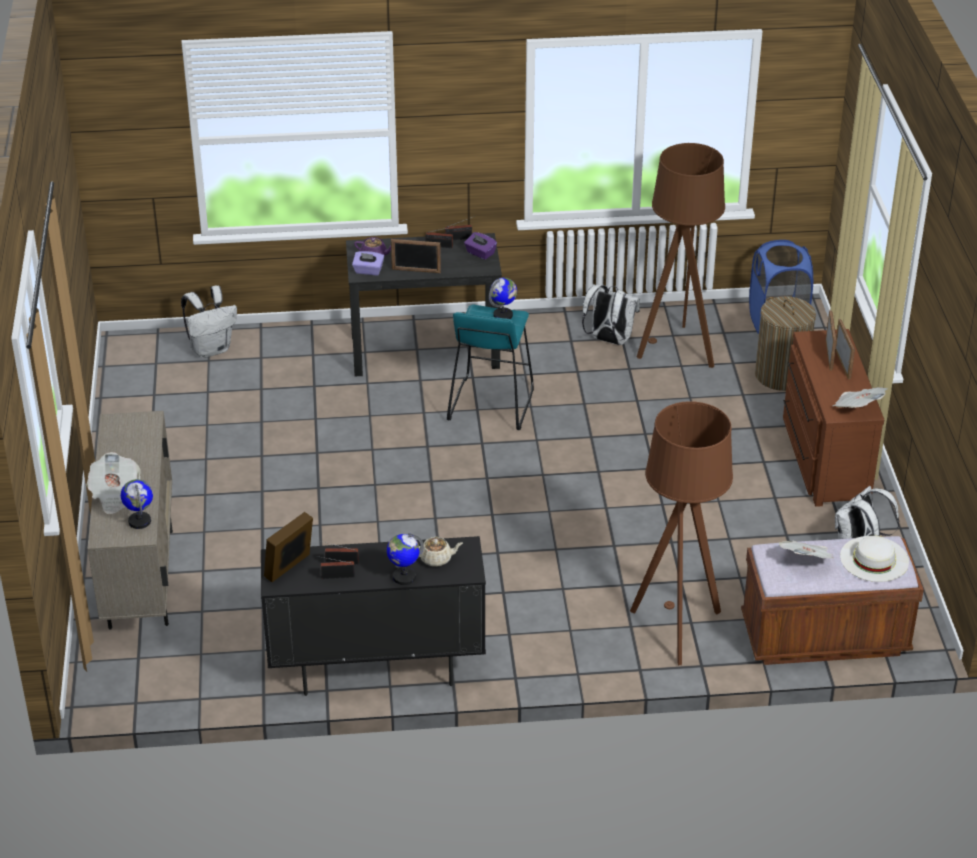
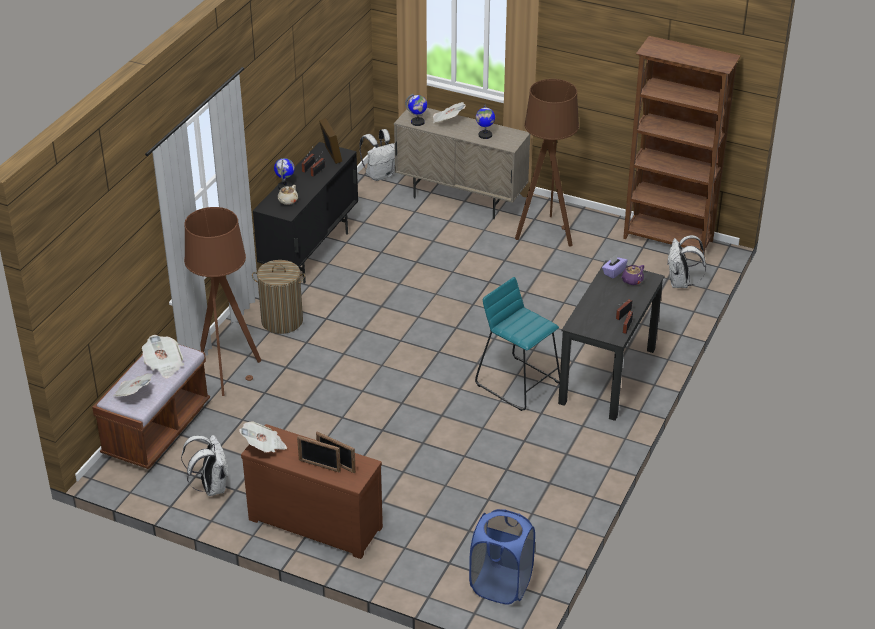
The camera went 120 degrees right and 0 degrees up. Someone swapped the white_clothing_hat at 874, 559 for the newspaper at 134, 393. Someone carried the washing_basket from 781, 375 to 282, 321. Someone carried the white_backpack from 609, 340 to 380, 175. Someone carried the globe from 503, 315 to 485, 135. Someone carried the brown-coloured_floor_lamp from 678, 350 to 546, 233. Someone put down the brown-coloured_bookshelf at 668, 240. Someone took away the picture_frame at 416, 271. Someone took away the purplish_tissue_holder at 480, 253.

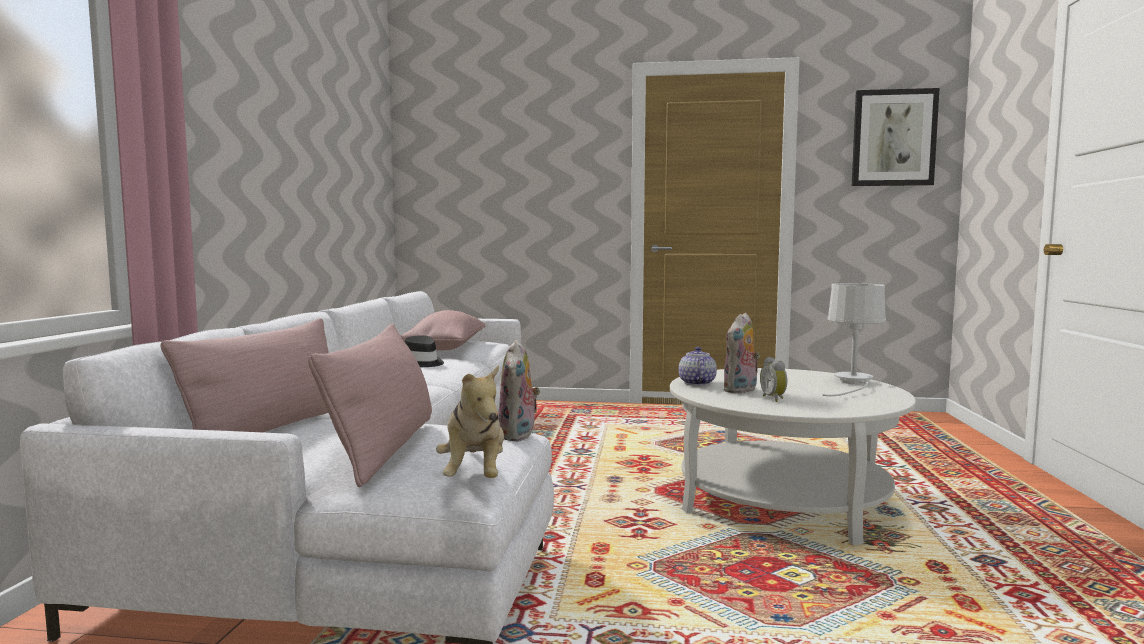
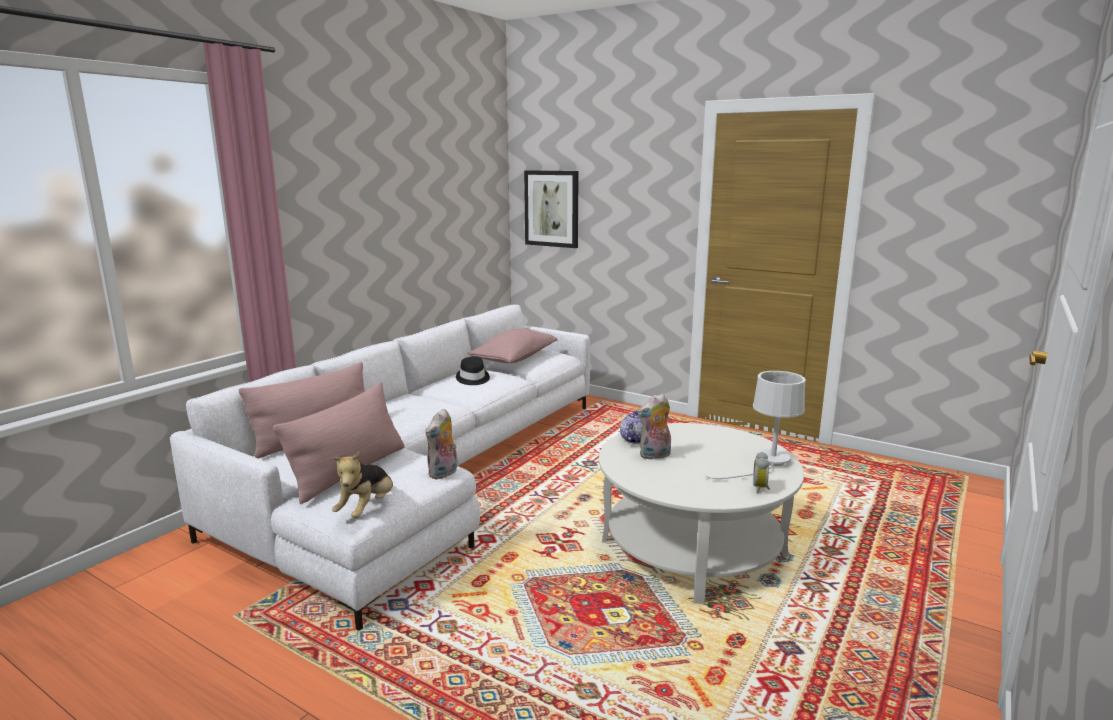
The camera went 25 degrees right and 10 degrees up. Someone carried the picture from 893, 138 to 552, 208. Someone carried the alarm_clock from 774, 399 to 761, 489.

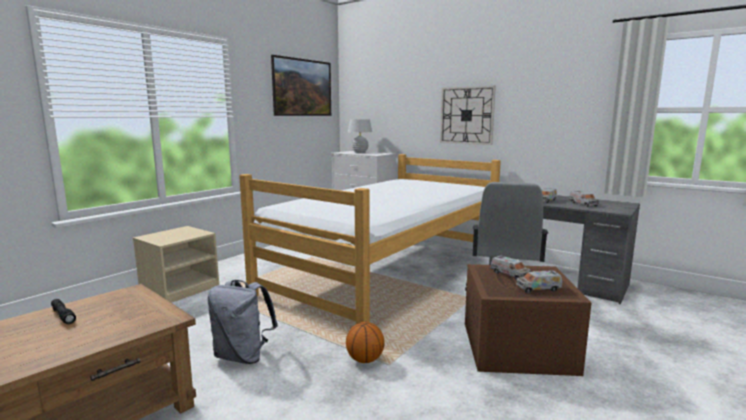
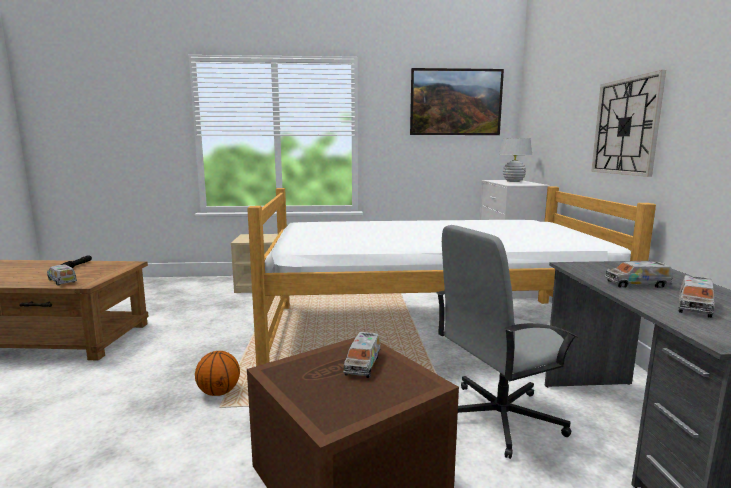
The camera went 50 degrees right and 0 degrees up. Someone carried the toy_lorry from 538, 288 to 62, 281. Someone took away the grey_backpack at 243, 356.

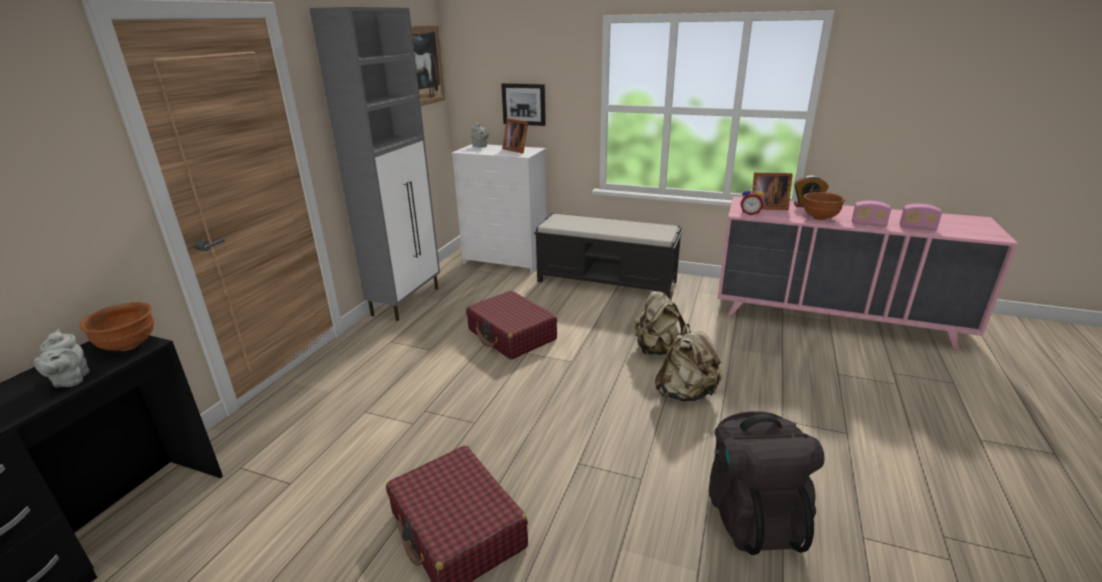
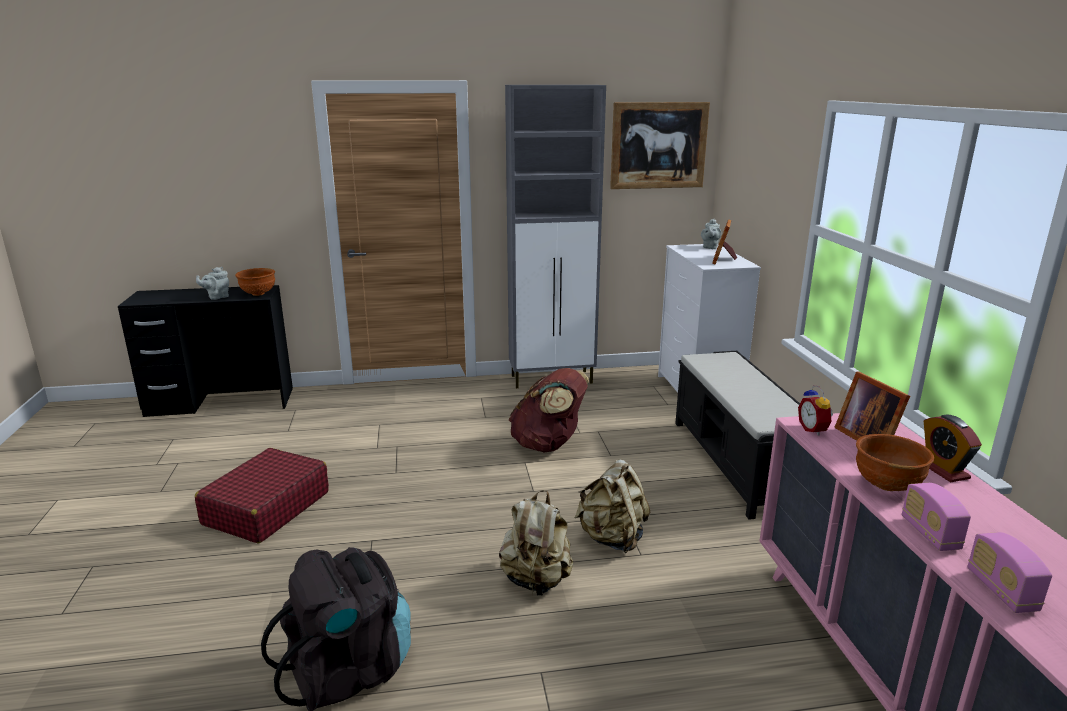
The camera went 60 degrees right and 5 degrees down. Someone swapped the red-coloured_piece_of_luggage at 512, 335 for the brown-coloured_backpack at 548, 445. Someone took away the picture at 524, 104.

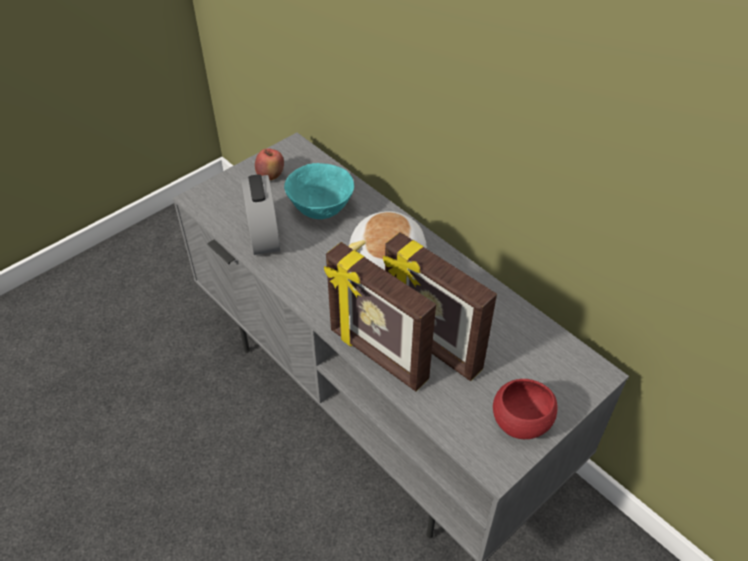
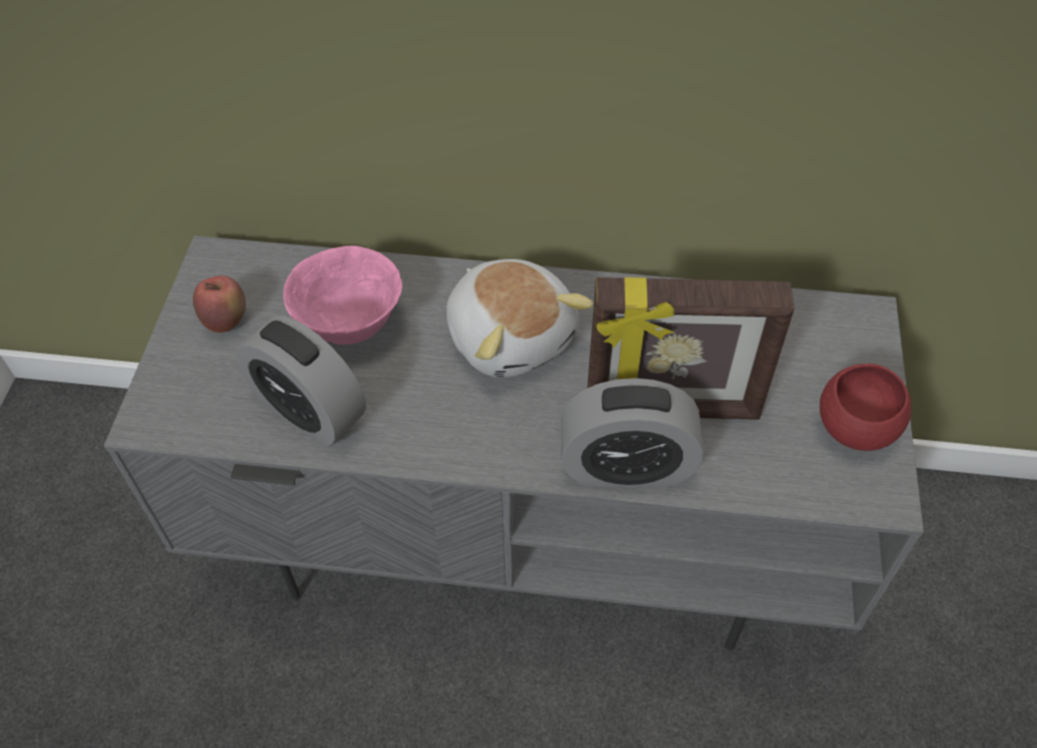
The camera went 40 degrees left and 5 degrees up. Someone repainted the turquoise-coloured_serving_bowl at 321, 209, which became the pinkish_serving_bowl at 349, 324. Someone swapped the picture_frame at 377, 356 for the alarm_clock at 626, 467.

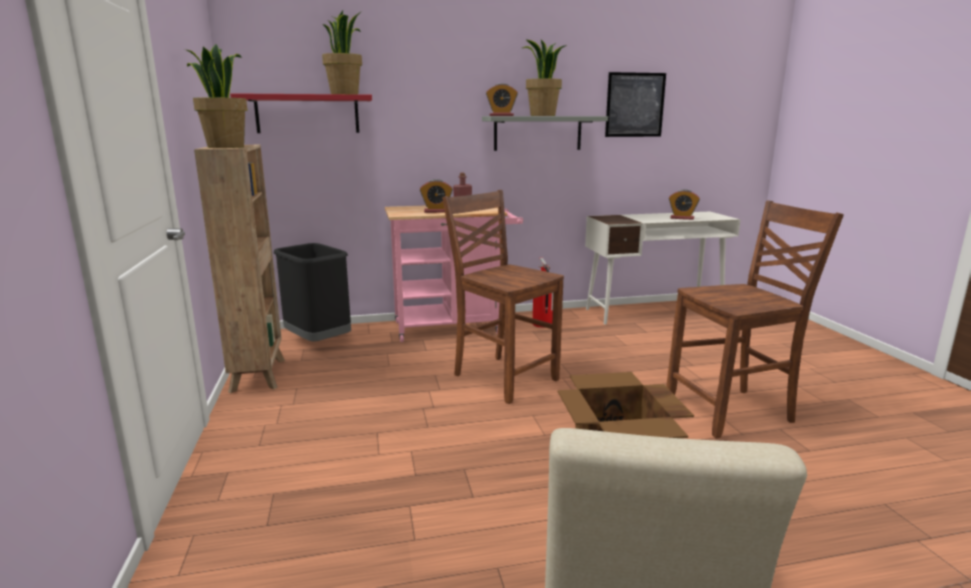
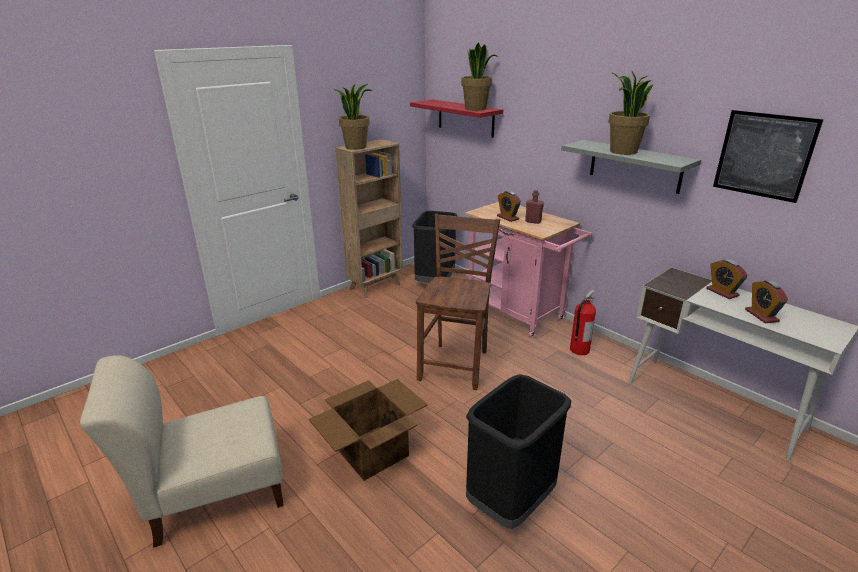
The camera went 60 degrees right and 10 degrees up. Someone swapped the brown-coloured_chair at 732, 411 for the black-coloured_rubbish_bin at 511, 502. Someone carried the alarm_clock from 501, 115 to 722, 292.

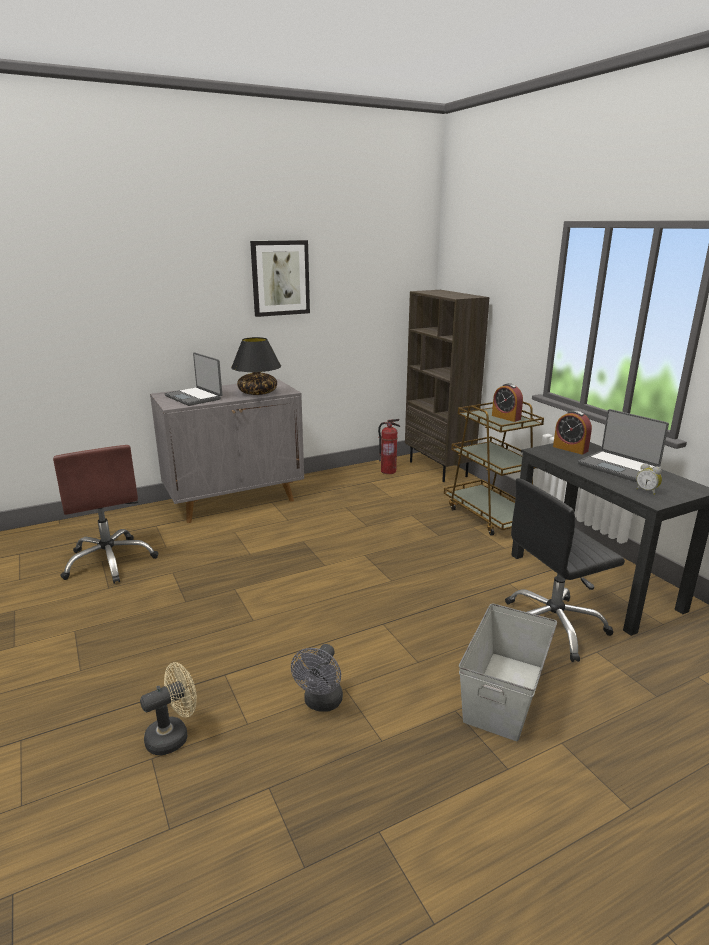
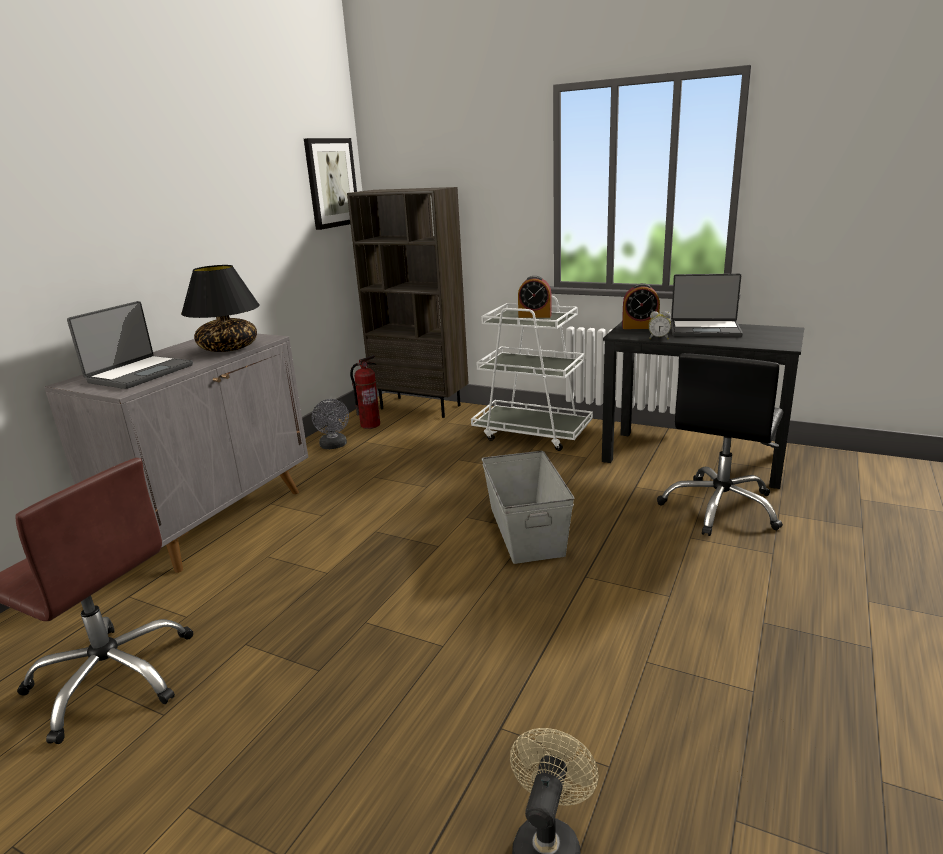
The camera went 35 degrees left and 0 degrees up. Someone rotated the portable_computer at 194, 397 by 75 degrees counterclockwise. Someone carried the picture from 280, 278 to 331, 183. Someone carried the grey_electric_fan from 321, 703 to 334, 446. Someone repainted the brown-coloured_wheeled_cart at 490, 515, which became the white_wheeled_cart at 532, 433. Someone carried the grey_storage_bin from 505, 693 to 526, 530. Someone carried the alarm_clock from 647, 491 to 659, 338.

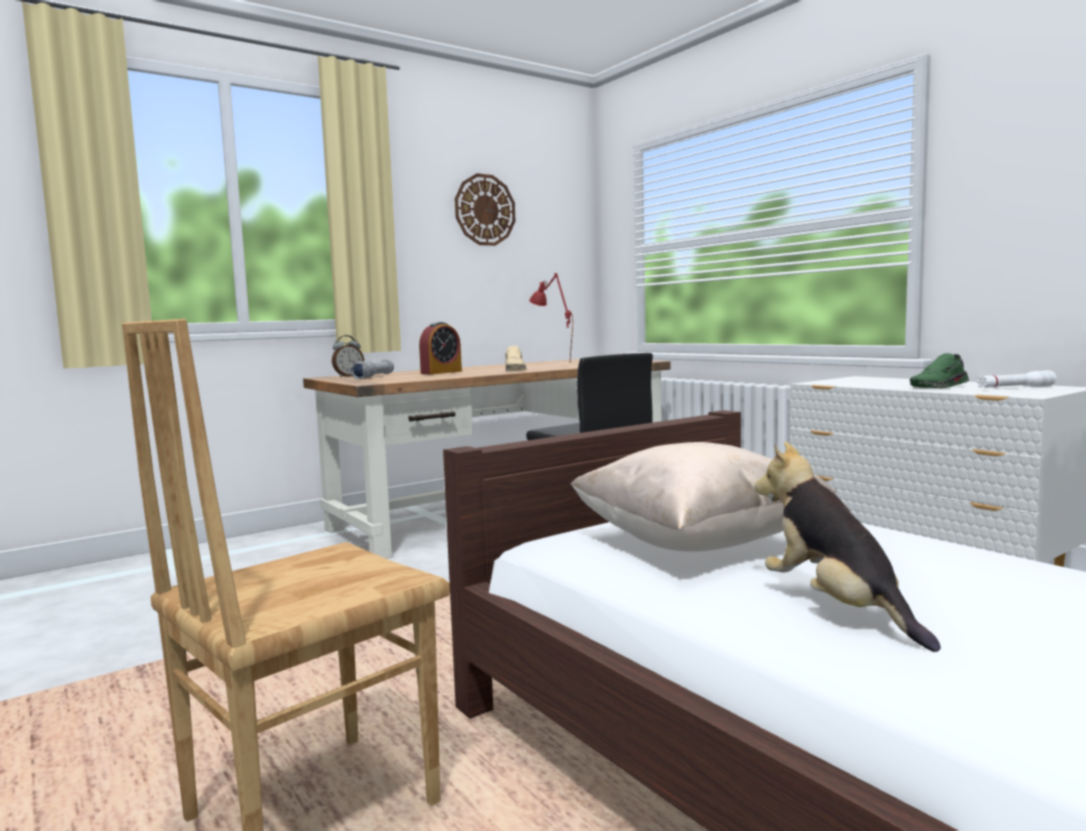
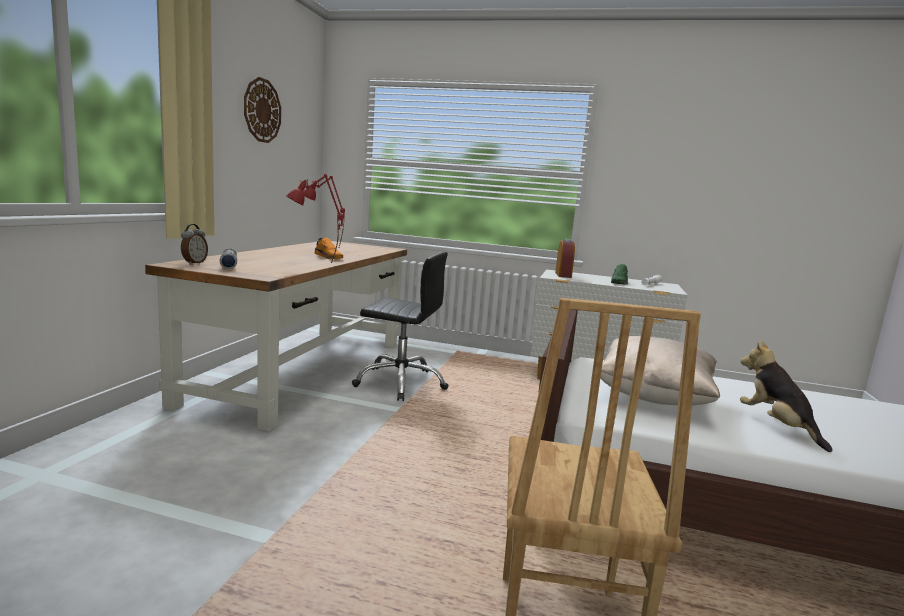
The camera went 40 degrees left and 5 degrees up. Someone put down the red-coloured_table_lamp at 314, 263. Someone repainted the beige-coloured_item_of_footwear at 515, 369, which became the orangey_item_of_footwear at 329, 257. Someone carried the alarm_clock from 441, 372 to 563, 275. Someone rotated the soft_toy at 836, 608 by 45 degrees clockwise.

